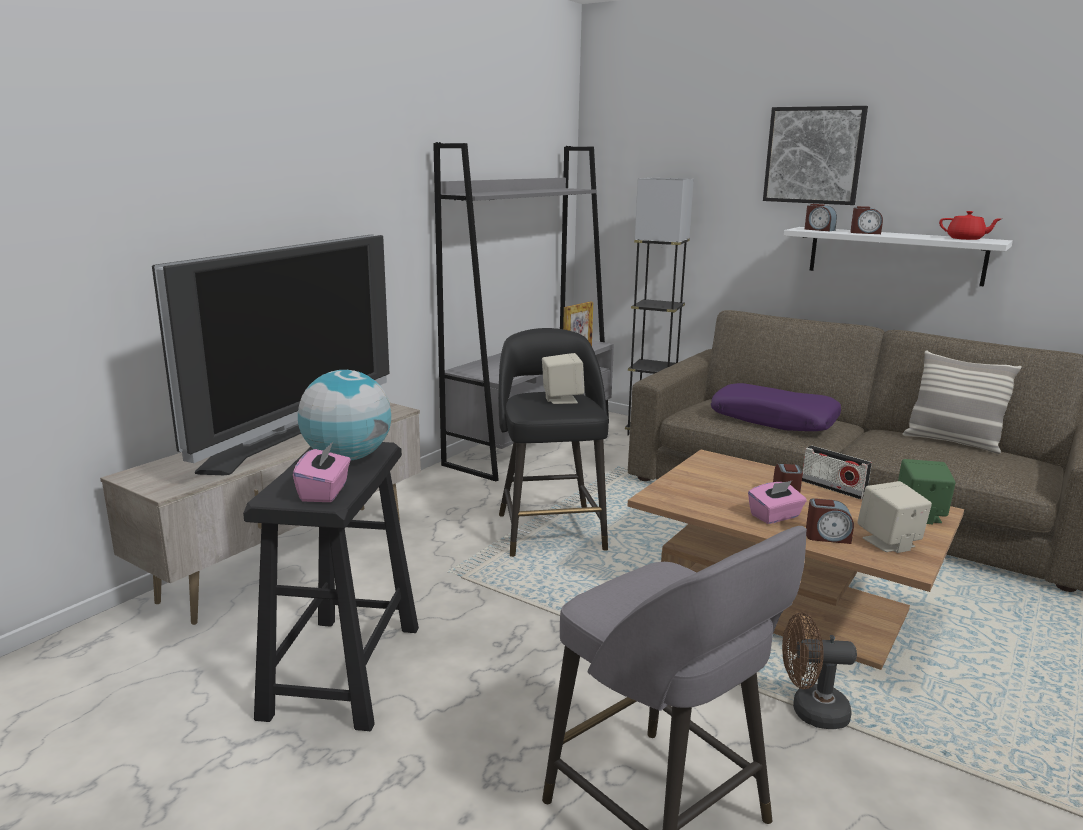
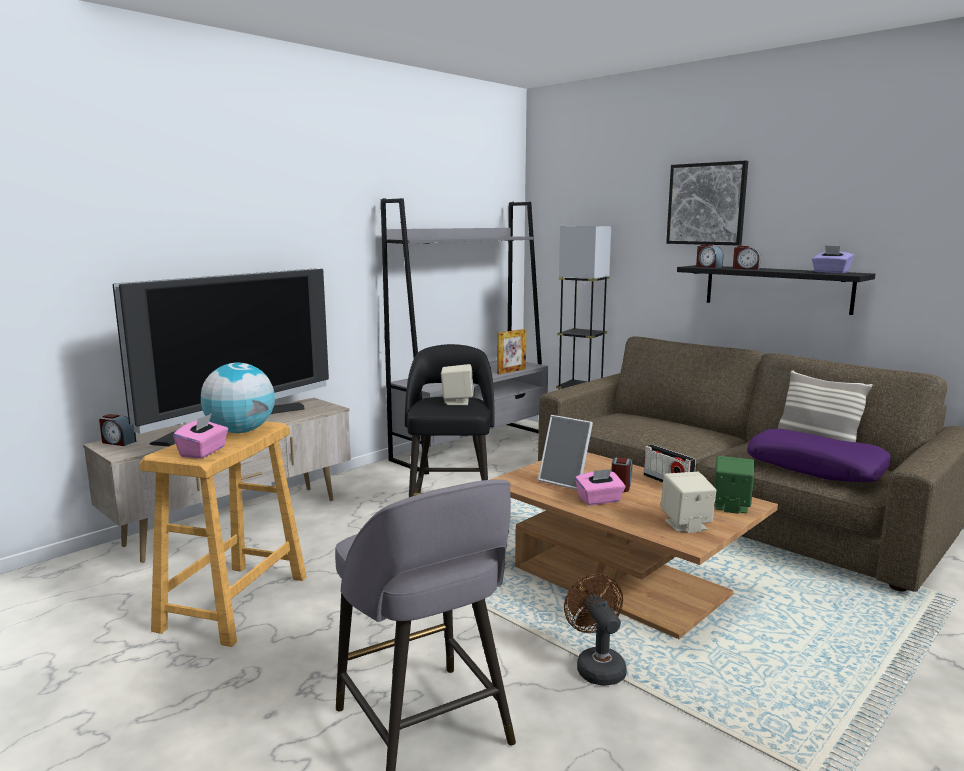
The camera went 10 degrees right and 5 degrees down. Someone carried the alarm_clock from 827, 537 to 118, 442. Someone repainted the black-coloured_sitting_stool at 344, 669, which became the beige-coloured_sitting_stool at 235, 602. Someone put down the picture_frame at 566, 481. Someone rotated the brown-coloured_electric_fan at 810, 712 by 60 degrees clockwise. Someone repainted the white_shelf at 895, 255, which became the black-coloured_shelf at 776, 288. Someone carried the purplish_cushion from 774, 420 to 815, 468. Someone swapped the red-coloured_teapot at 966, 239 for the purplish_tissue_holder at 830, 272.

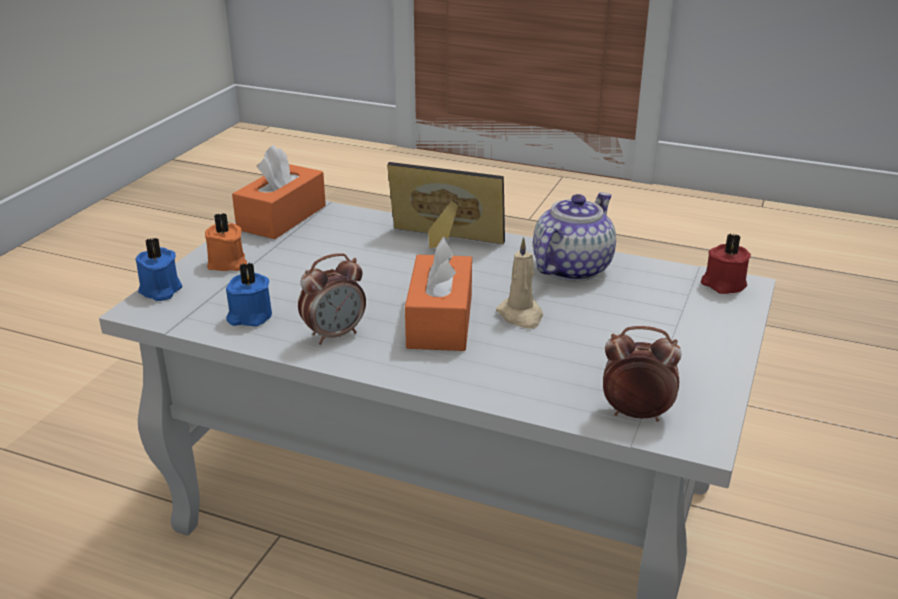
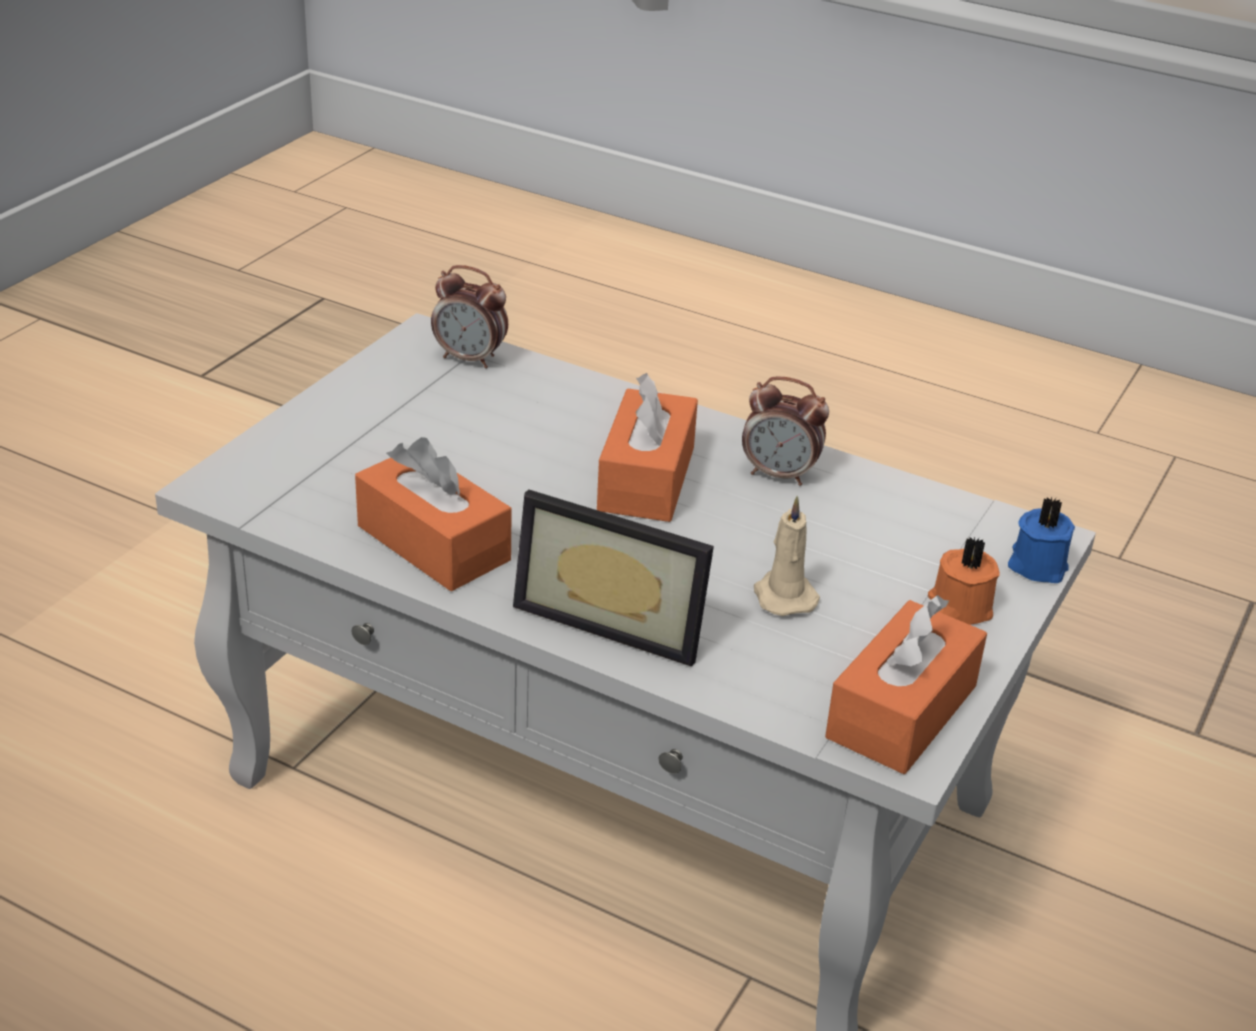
The camera went 175 degrees left and 5 degrees up. Someone swapped the teapot at 571, 268 for the orangey_tissue_holder at 433, 543. Someone rotated the alarm_clock at 334, 335 by 135 degrees counterclockwise. Someone carried the beige-coloured_candle from 521, 316 to 783, 595. Someone took away the bluish_candle at 249, 316. Someone took away the red-coloured_candle at 723, 284.

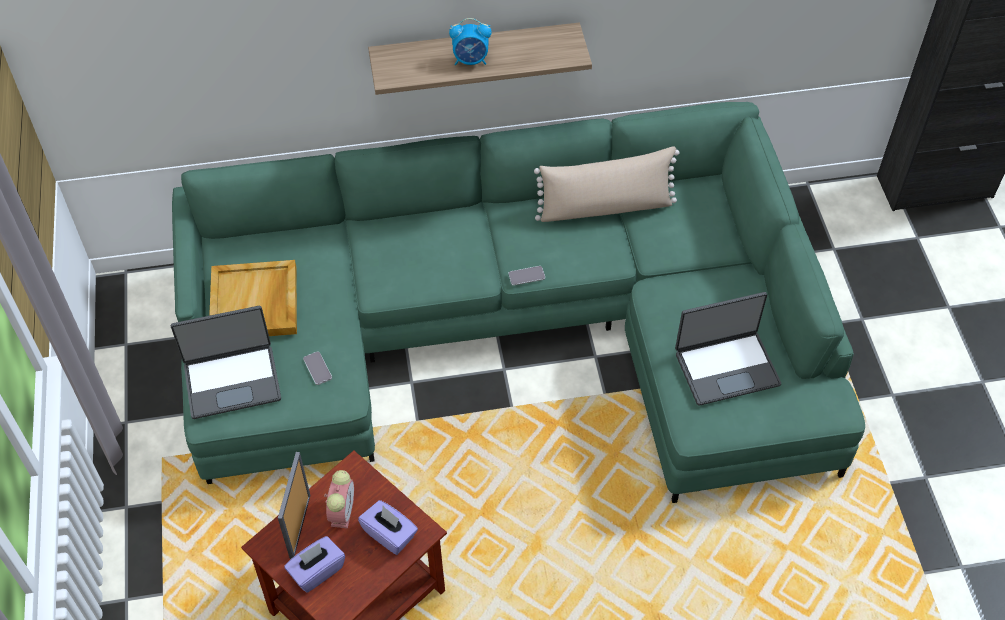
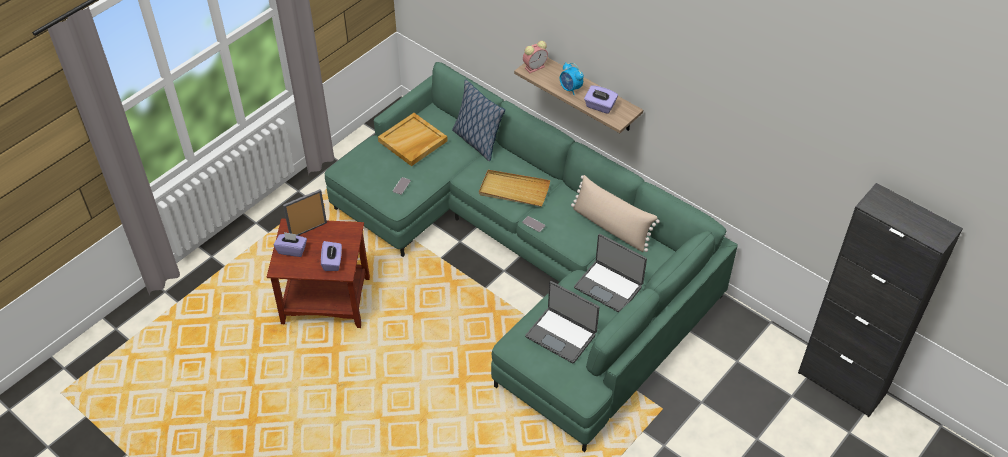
The camera went 50 degrees right and 5 degrees down. Someone put down the cushion at 477, 141. Someone put down the beige-coloured_carrying_tray at 514, 190. Someone carried the alarm_clock from 342, 511 to 535, 67. Someone carried the portable_computer from 232, 380 to 609, 286. Someone put down the purplish_tissue_holder at 600, 106.

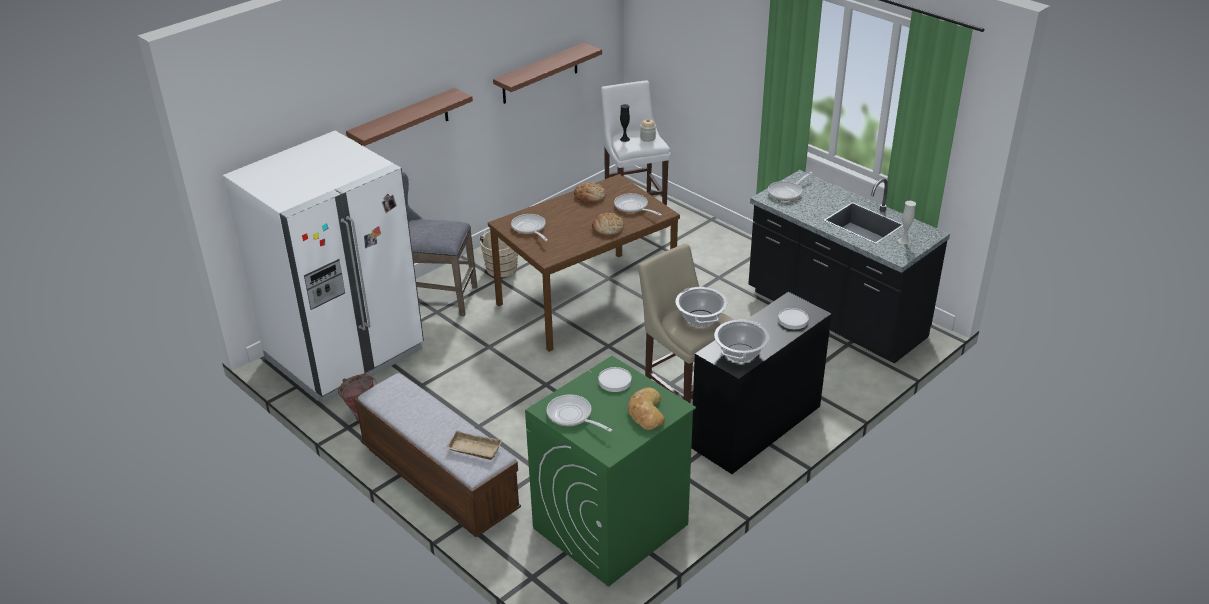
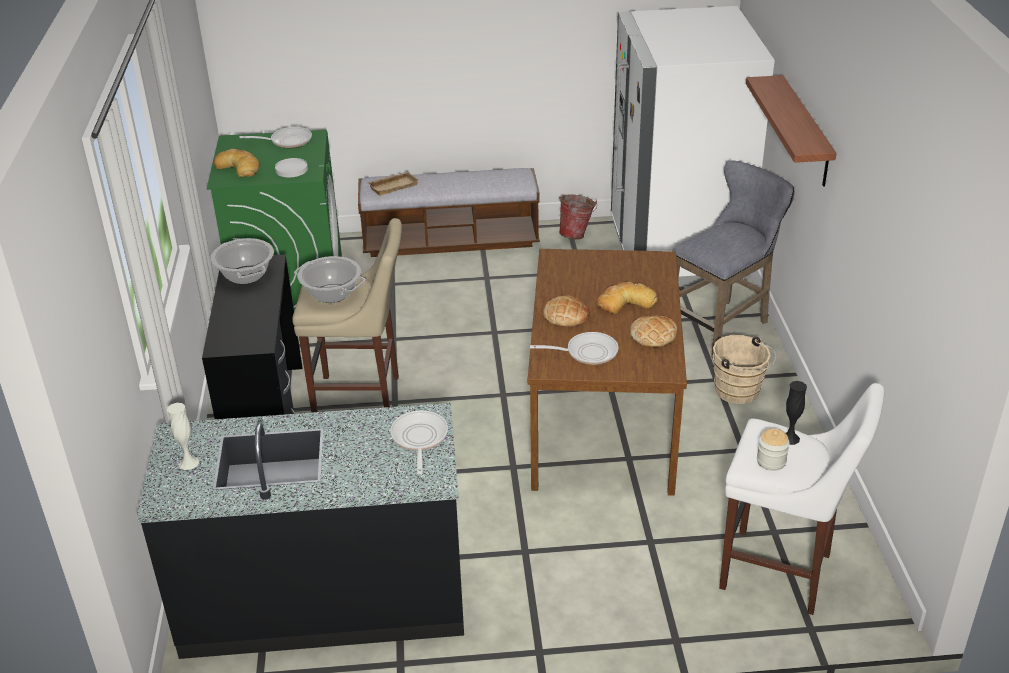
The camera went 130 degrees right and 0 degrees up. Someone put down the bread at 625, 302. Someone took away the shelf at 540, 74. Someone took away the pan at 529, 228. Someone took away the white_dinner_plate at 793, 320.

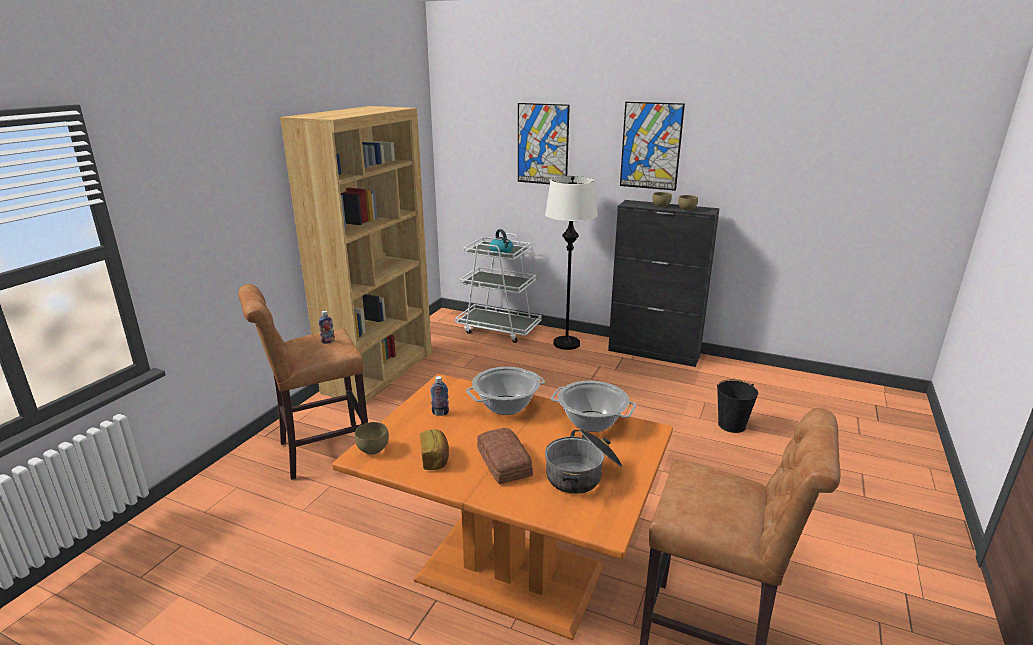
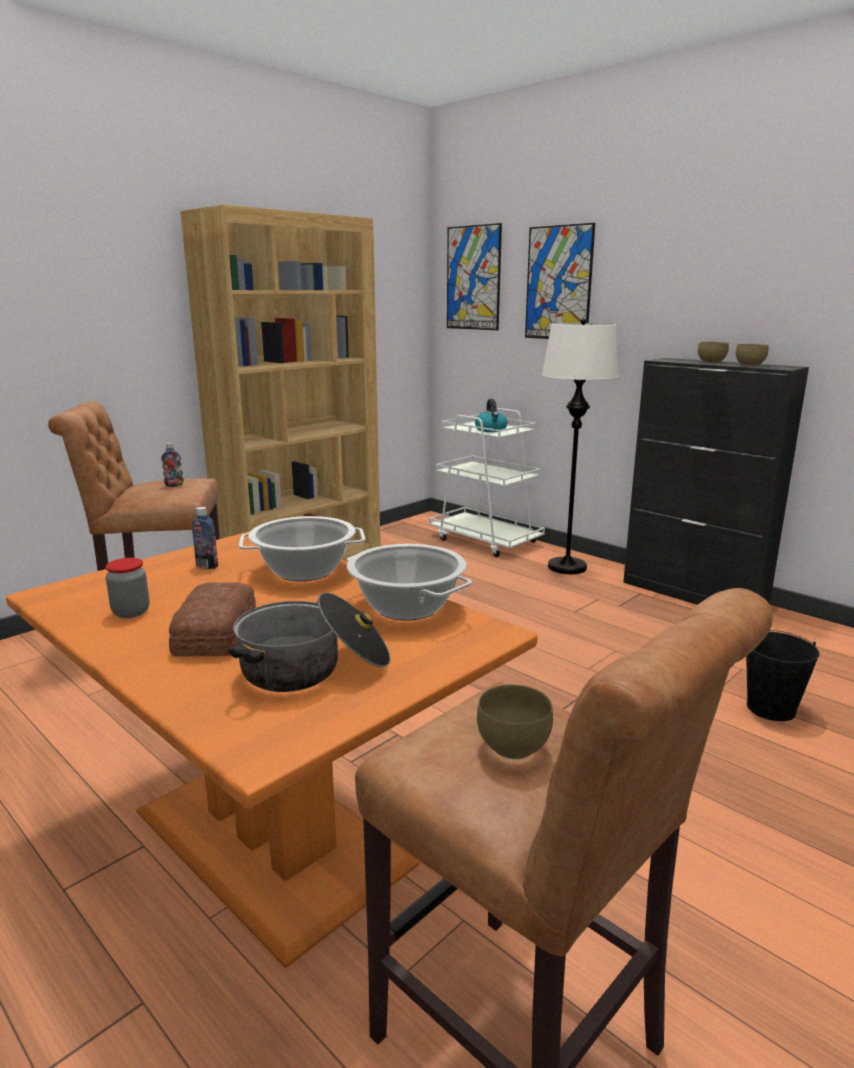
The camera went 20 degrees right and 5 degrees down. Someone swapped the bread at 435, 459 for the preserve_jar at 131, 612. Someone carried the picture from 651, 146 to 473, 278. Someone carried the brown-coloured_serving_bowl from 374, 449 to 516, 747.

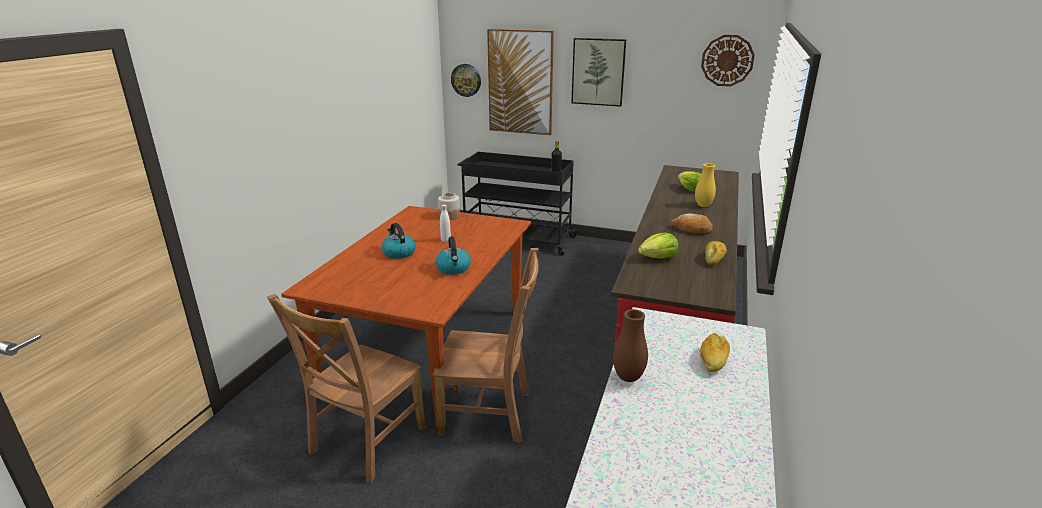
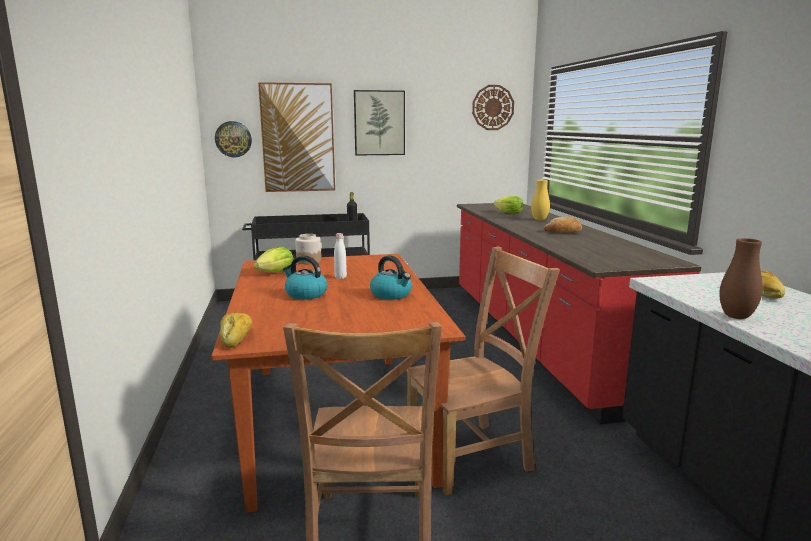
The camera went 30 degrees left and 10 degrees down. Someone carried the bread from 714, 258 to 237, 337. Someone carried the lettuce_head from 658, 257 to 275, 272.

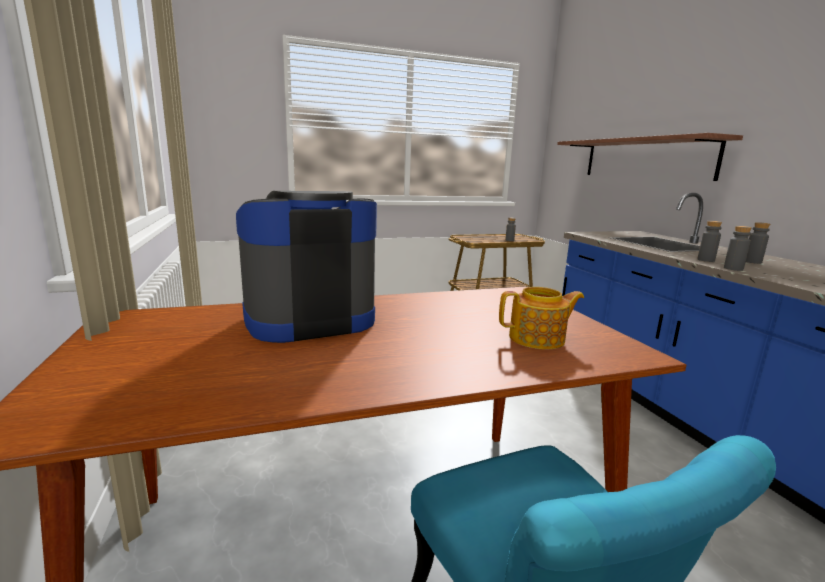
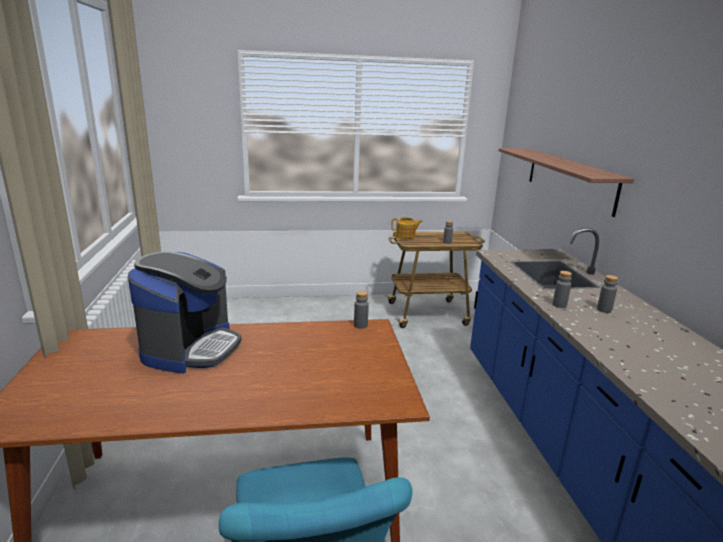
The camera went 10 degrees right and 5 degrees up. Someone rotated the coffee_machine at 309, 319 by 120 degrees clockwise. Someone carried the grey_drink_bottle from 733, 269 to 360, 325. Someone carried the teapot from 538, 339 to 406, 236.

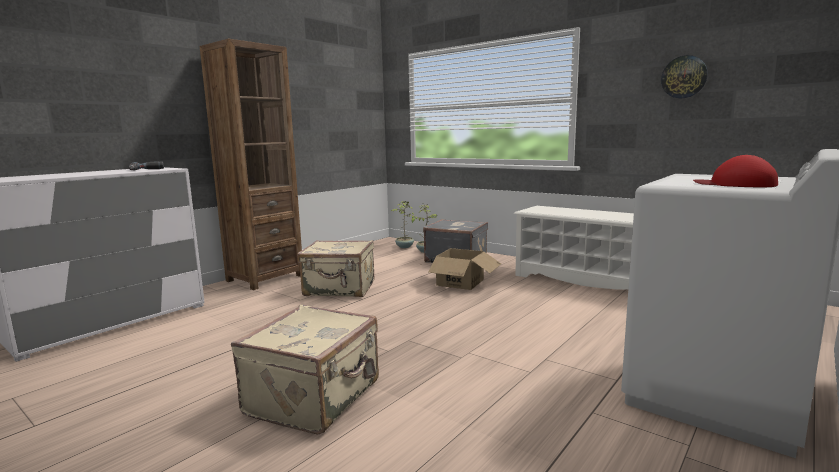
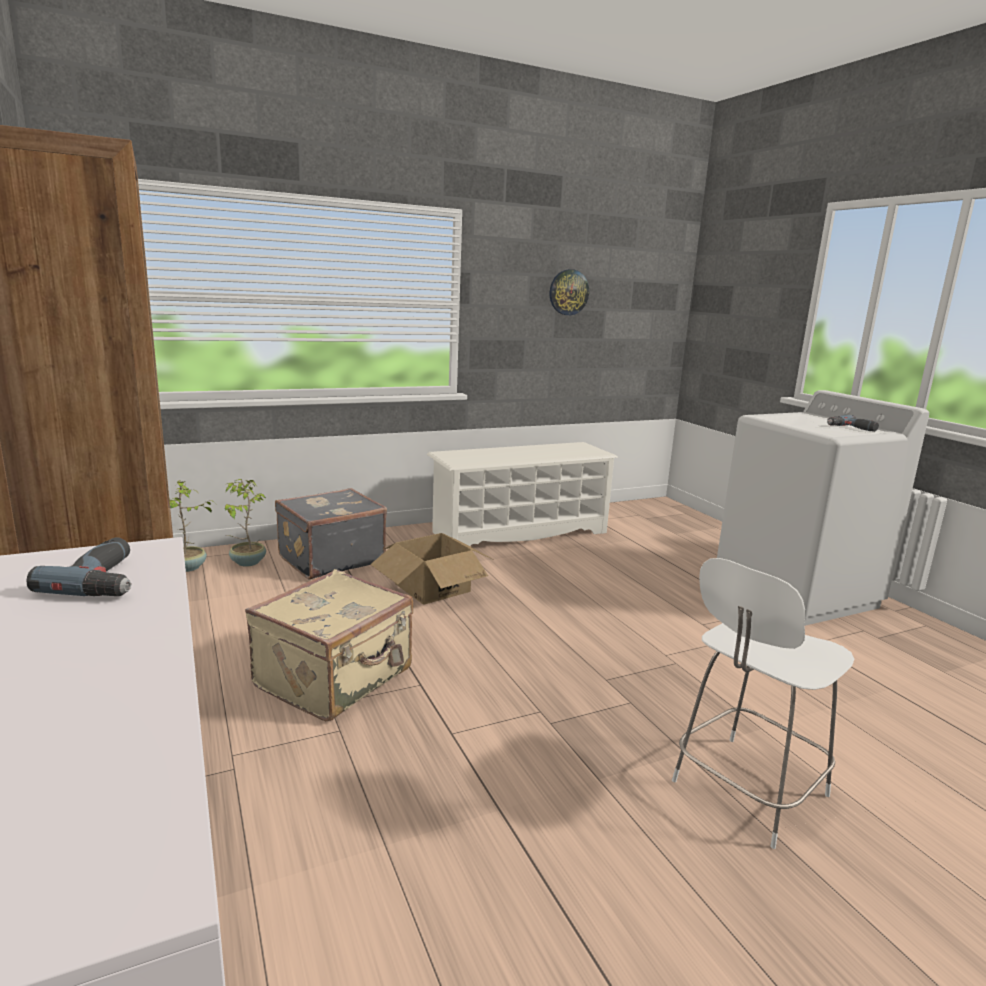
The camera went 65 degrees left and 5 degrees up. Someone swapped the beige-coloured_piece_of_luggage at 315, 398 for the white_chair at 746, 790. Someone swapped the red-coloured_cap at 735, 184 for the electric_drill at 852, 428.

